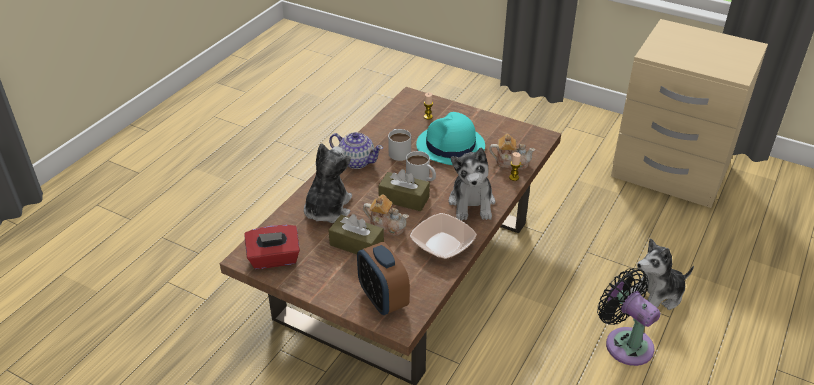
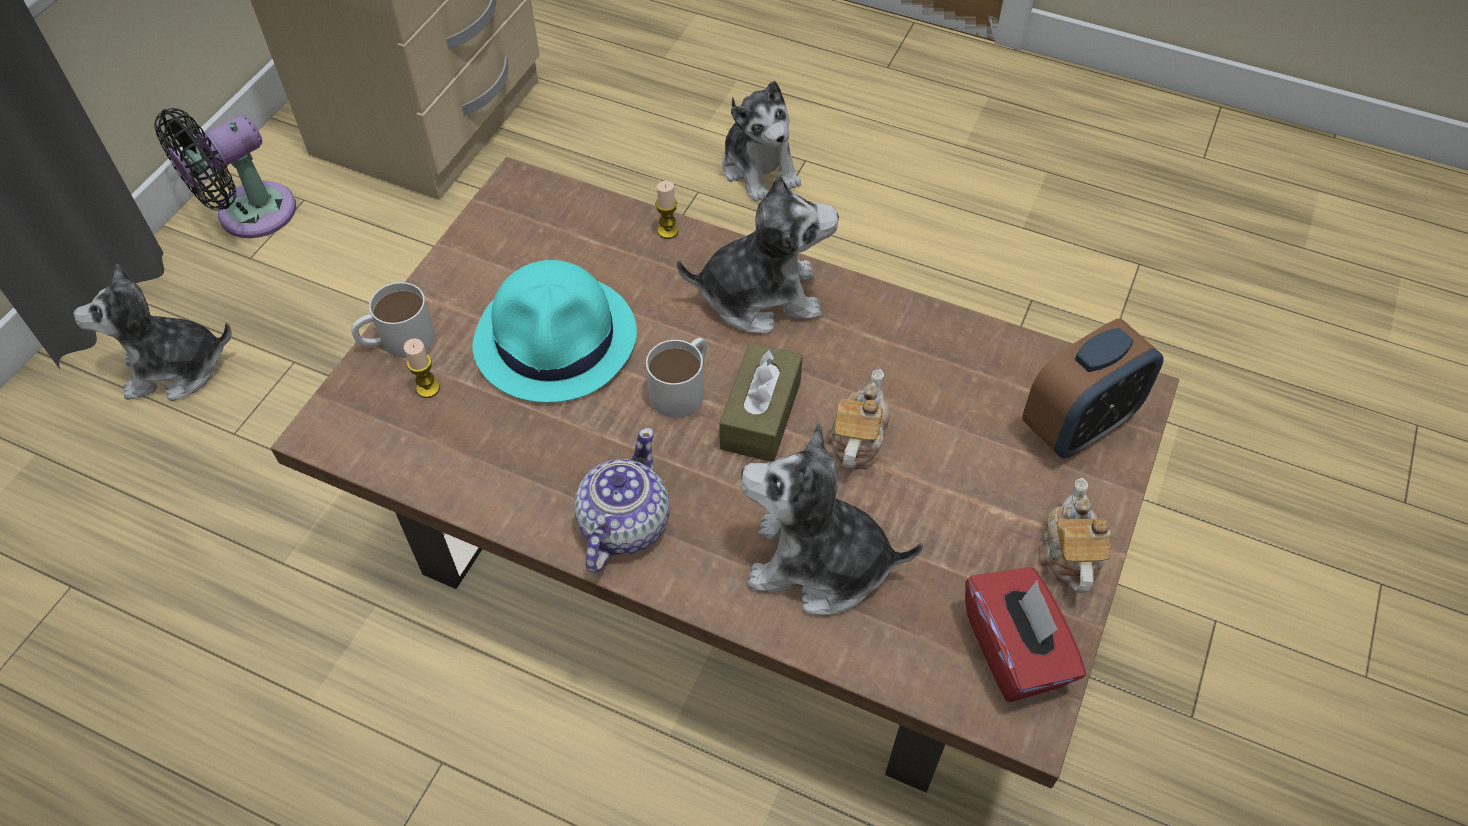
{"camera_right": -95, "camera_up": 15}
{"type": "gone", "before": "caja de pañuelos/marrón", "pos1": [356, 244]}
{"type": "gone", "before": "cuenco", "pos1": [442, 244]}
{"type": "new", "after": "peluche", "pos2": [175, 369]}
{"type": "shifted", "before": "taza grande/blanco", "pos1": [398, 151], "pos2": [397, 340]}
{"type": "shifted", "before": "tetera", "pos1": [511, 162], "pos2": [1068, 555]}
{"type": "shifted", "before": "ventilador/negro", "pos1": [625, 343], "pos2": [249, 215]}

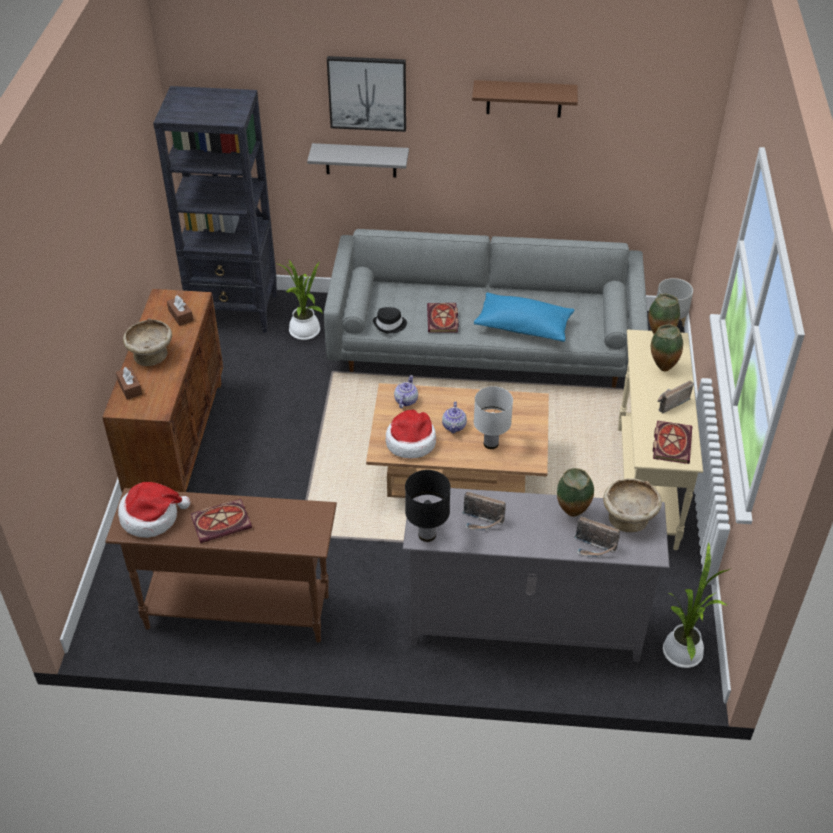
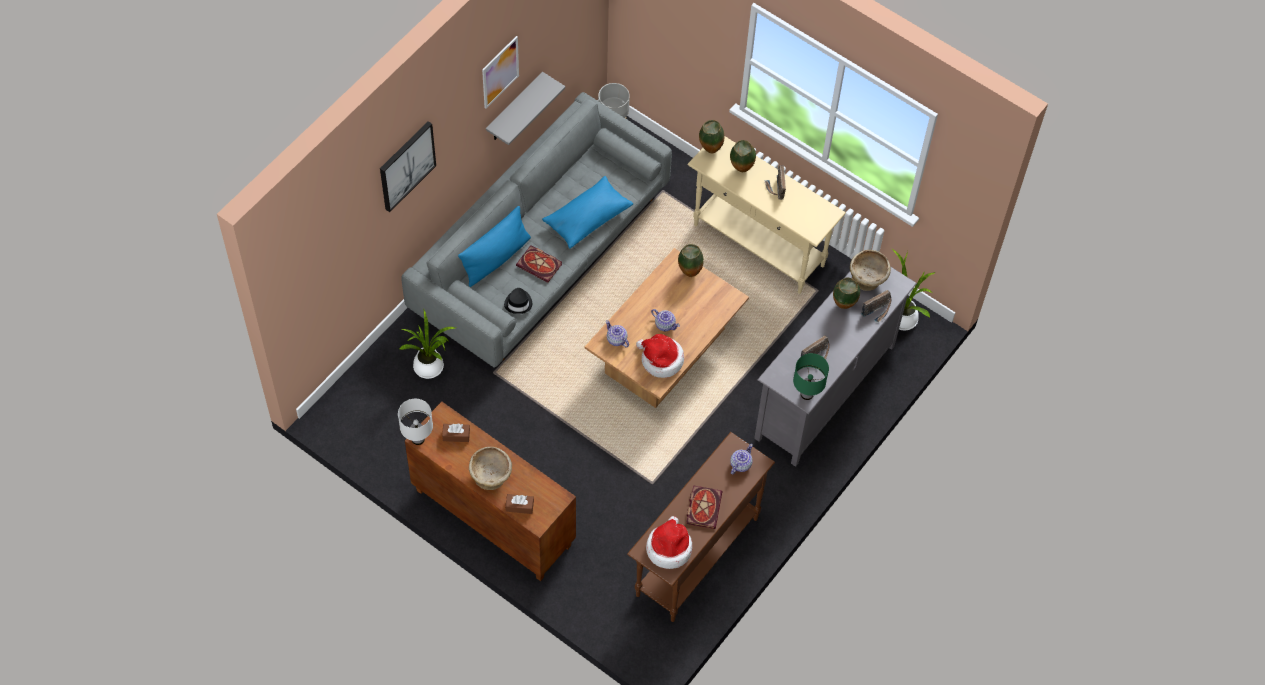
{"camera_right": -60, "camera_up": 15}
{"type": "gone", "before": "estantería/negro", "pos1": [235, 311]}
{"type": "gone", "before": "libro", "pos1": [671, 443]}
{"type": "new", "after": "cojín/azul", "pos2": [496, 258]}
{"type": "new", "after": "florero", "pos2": [689, 273]}
{"type": "new", "after": "tetera", "pos2": [740, 464]}
{"type": "shifted", "before": "estante/gris", "pos1": [360, 160], "pos2": [514, 109]}
{"type": "shifted", "before": "lámpara de mesa/blanco", "pos1": [491, 444], "pos2": [418, 439]}
{"type": "swapped", "before": "estante/marrón", "after": "cuadro", "pos1": [524, 98], "pos2": [500, 72]}
{"type": "repainted", "before": "lámpara de mesa/negro", "after": "lámpara de mesa/verde", "pos1": [427, 534], "pos2": [806, 393]}

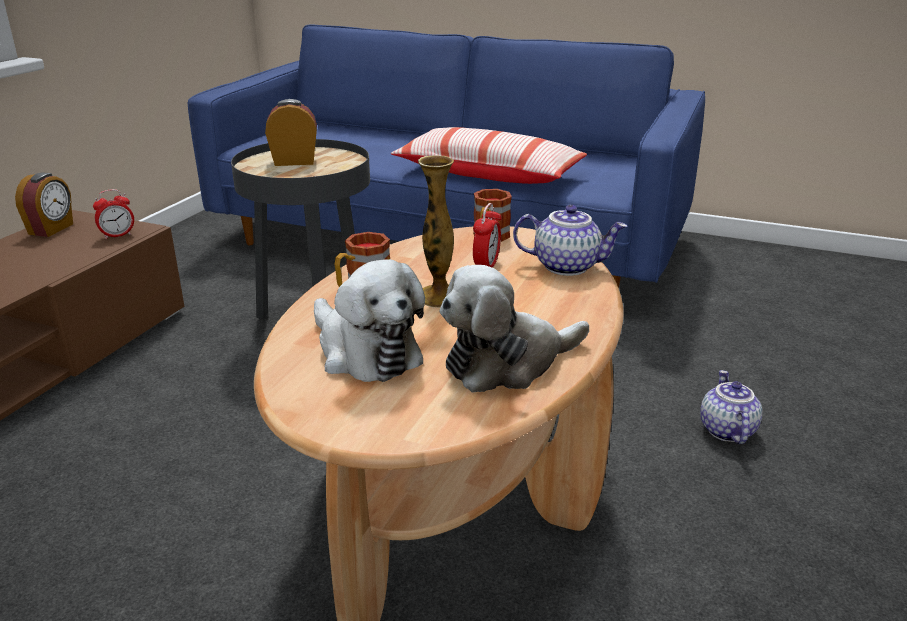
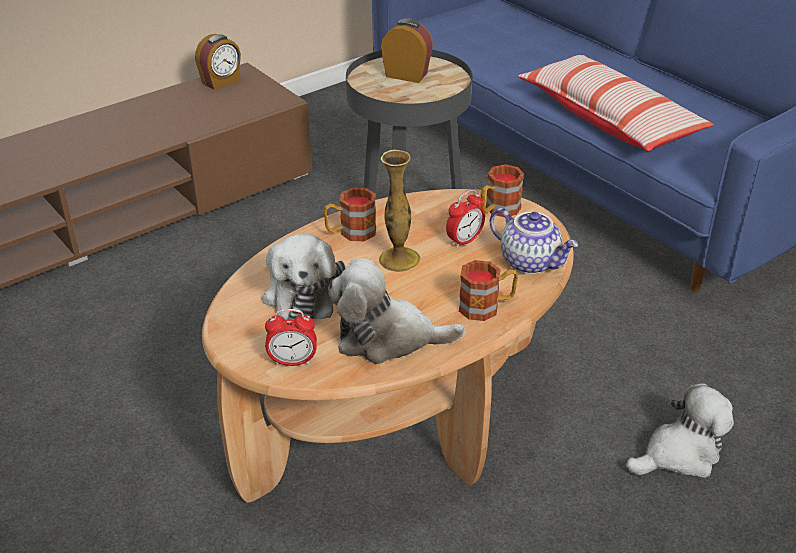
{"camera_right": 30, "camera_up": 10}
{"type": "new", "after": "taza grande", "pos2": [487, 307]}
{"type": "shifted", "before": "despertador", "pos1": [118, 235], "pos2": [292, 361]}
{"type": "swapped", "before": "tetera", "after": "peluche", "pos1": [725, 430], "pos2": [679, 454]}

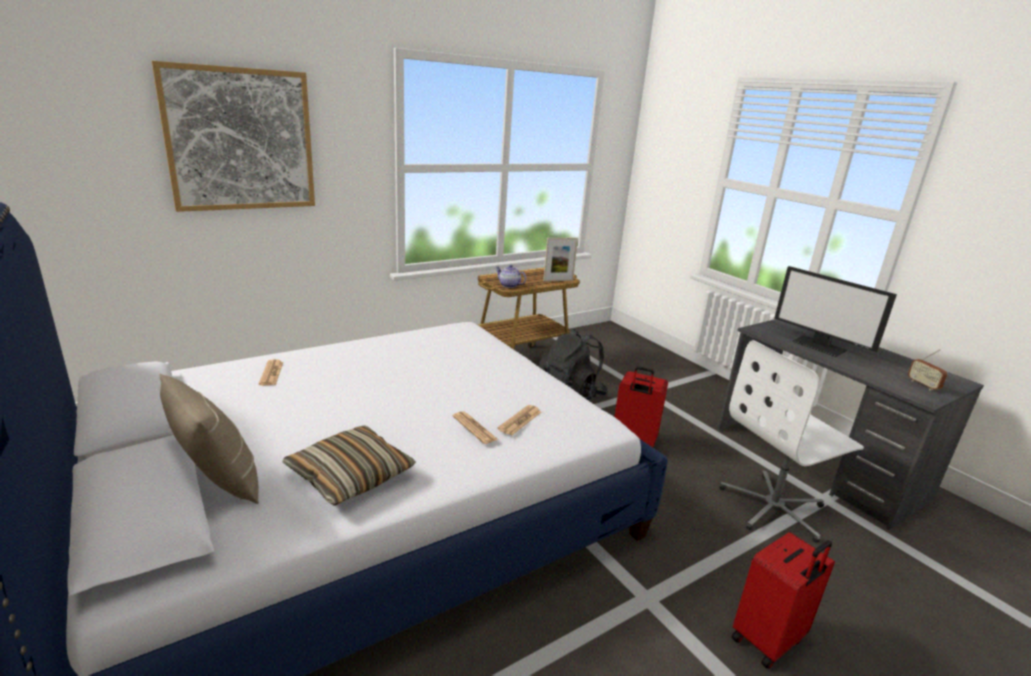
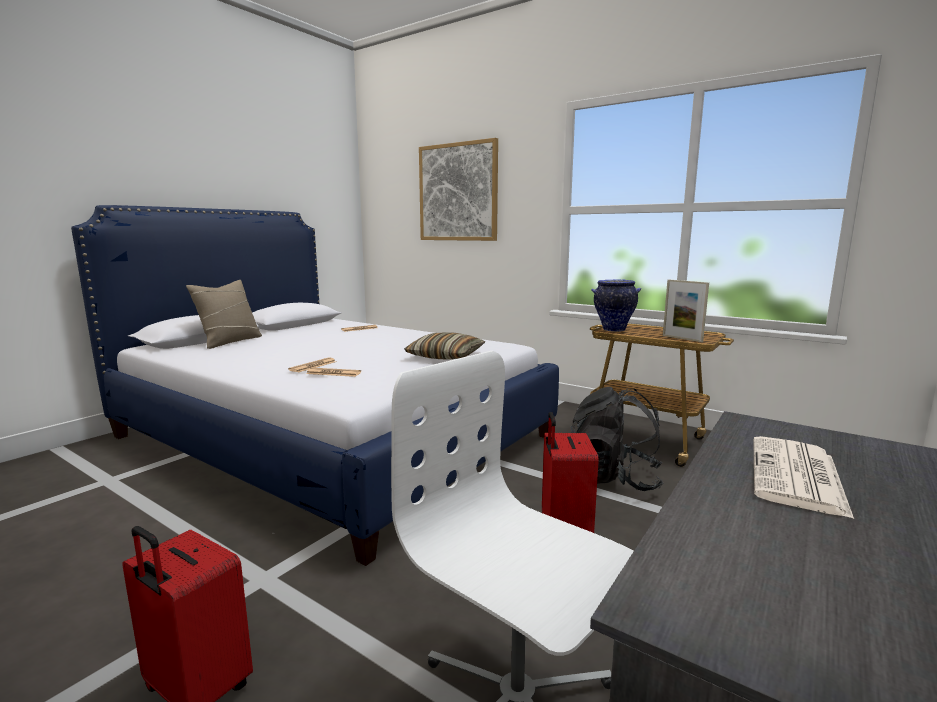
{"camera_right": 70, "camera_up": -10}
{"type": "gone", "before": "radio", "pos1": [923, 385]}
{"type": "shifted", "before": "cojín", "pos1": [350, 475], "pos2": [445, 356]}
{"type": "swapped", "before": "tetera", "after": "florero", "pos1": [509, 285], "pos2": [613, 330]}
{"type": "swapped", "before": "monitor", "after": "periódico", "pos1": [820, 346], "pos2": [797, 476]}

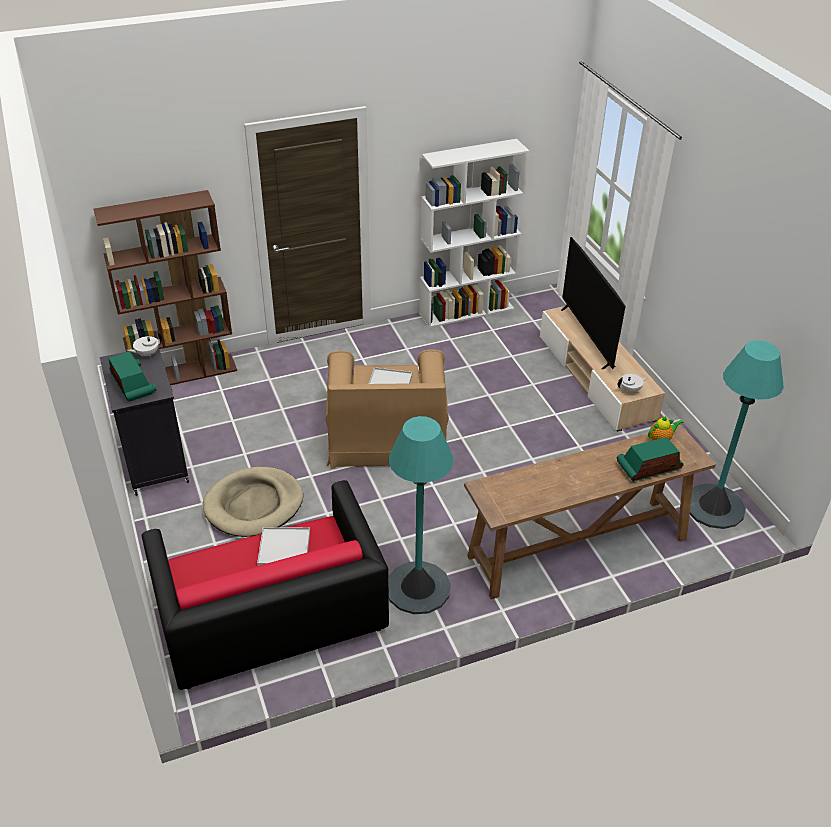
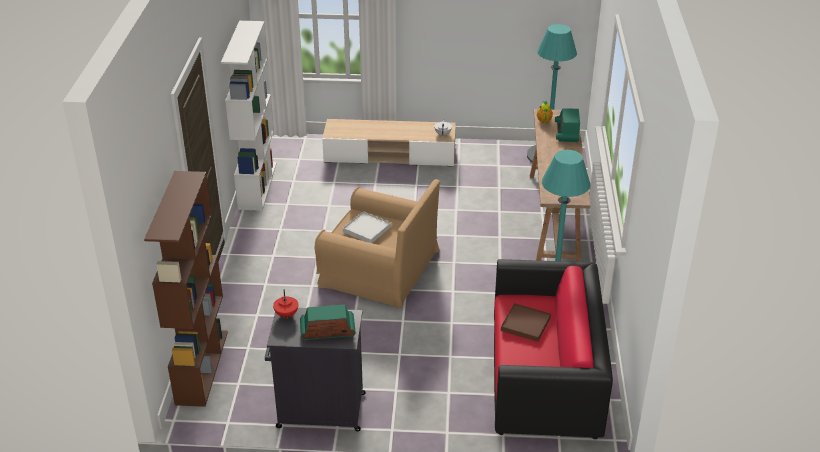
{"camera_right": -65, "camera_up": -5}
{"type": "gone", "before": "cama para perro/beis", "pos1": [254, 505]}
{"type": "gone", "before": "televisor", "pos1": [587, 337]}
{"type": "repainted", "before": "tetera/blanco", "after": "tetera/rojo", "pos1": [147, 354], "pos2": [286, 315]}
{"type": "repainted", "before": "bandeja/blanco", "after": "bandeja/marrón", "pos1": [284, 549], "pos2": [525, 324]}

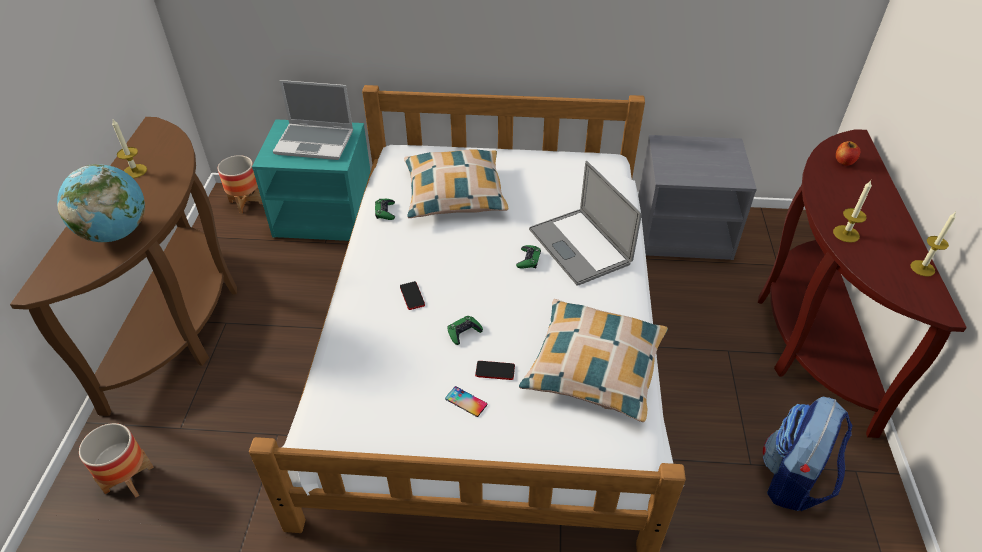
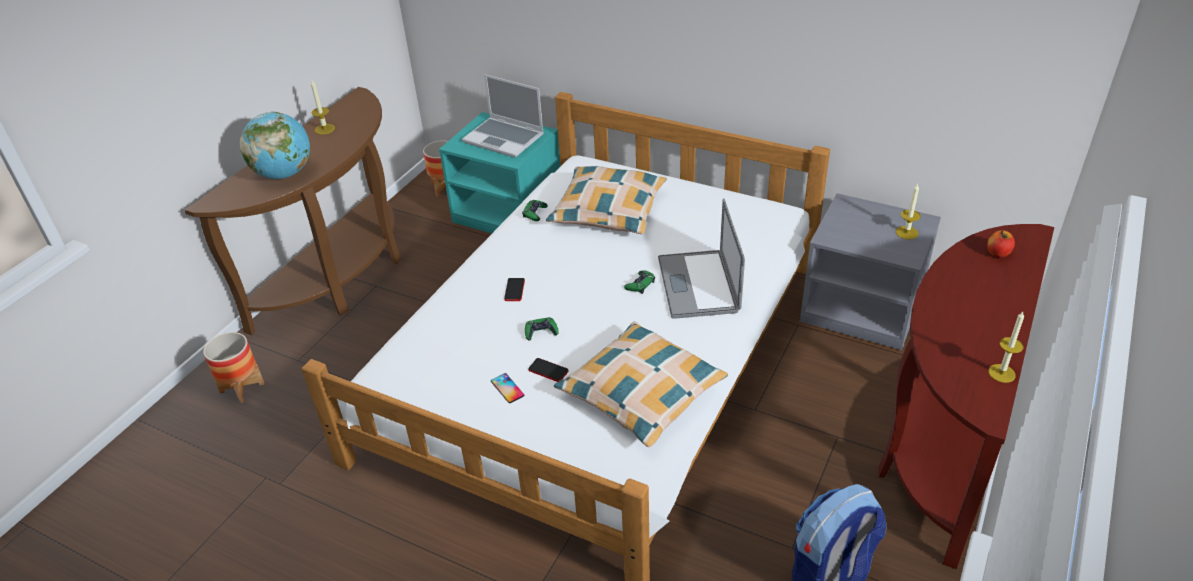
{"camera_right": 25, "camera_up": -5}
{"type": "shifted", "before": "vela", "pos1": [846, 234], "pos2": [906, 232]}

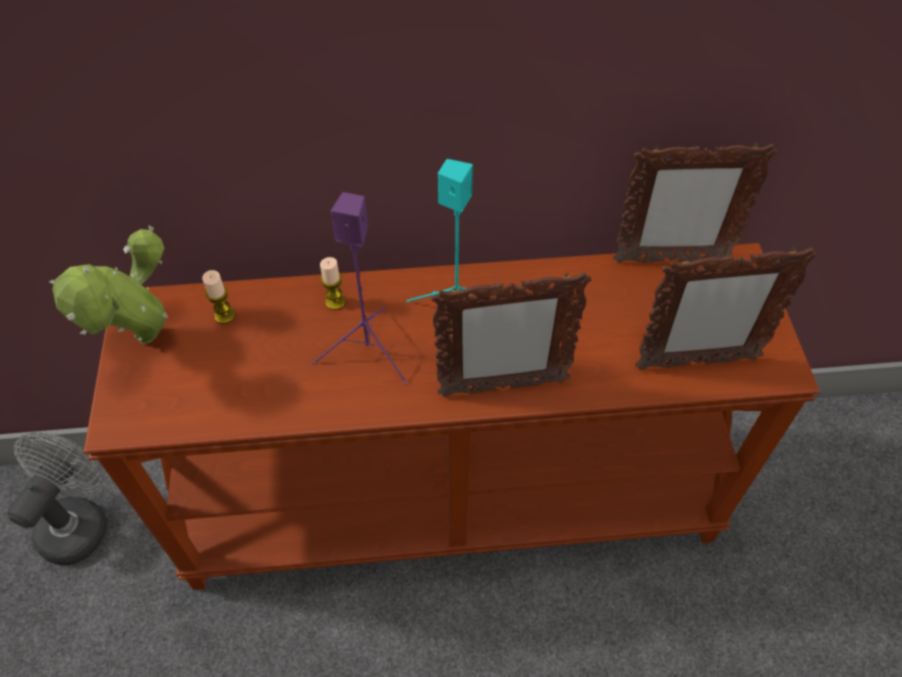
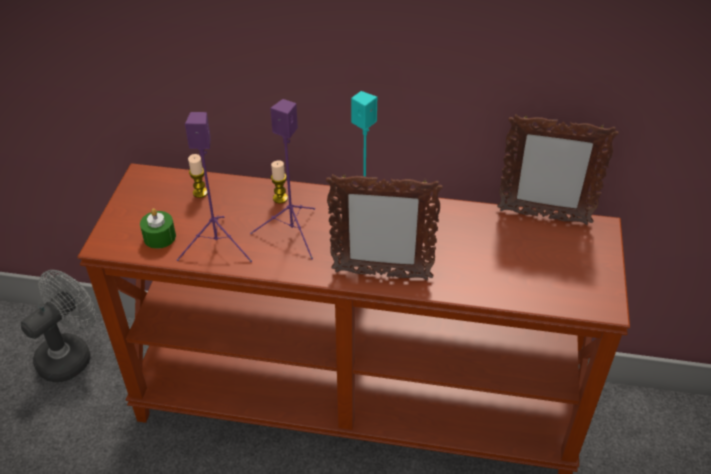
{"camera_right": 15, "camera_up": -10}
{"type": "gone", "before": "planta en maceta", "pos1": [144, 343]}
{"type": "gone", "before": "portarretratos", "pos1": [695, 362]}
{"type": "new", "after": "vela/verde", "pos2": [159, 237]}
{"type": "new", "after": "altavoz/morado", "pos2": [218, 245]}

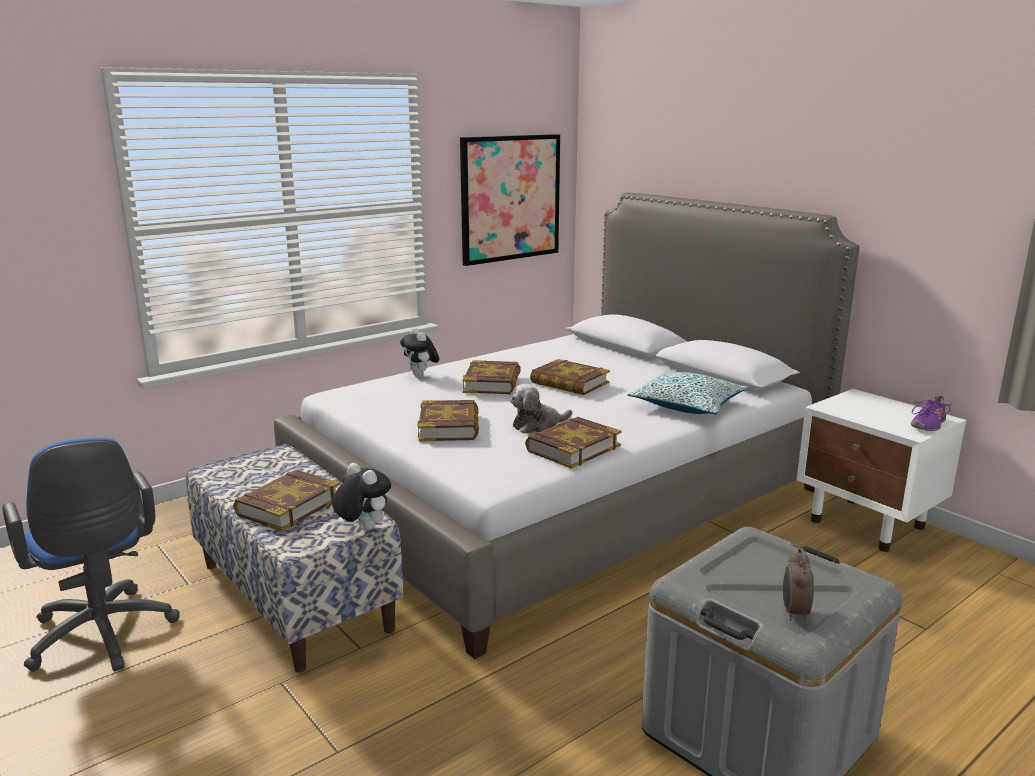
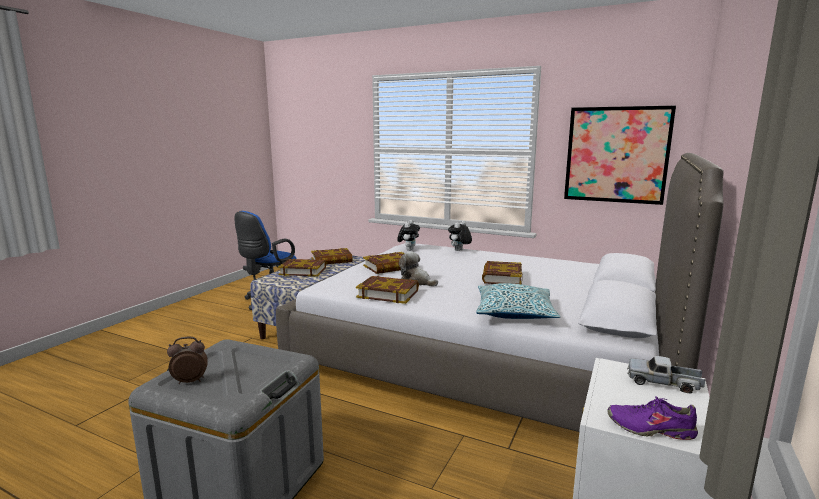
{"camera_right": 65, "camera_up": -5}
{"type": "new", "after": "camión de juguete", "pos2": [663, 382]}
{"type": "shifted", "before": "peluche", "pos1": [362, 528], "pos2": [408, 249]}
{"type": "shifted", "before": "libro", "pos1": [492, 383], "pos2": [331, 260]}

